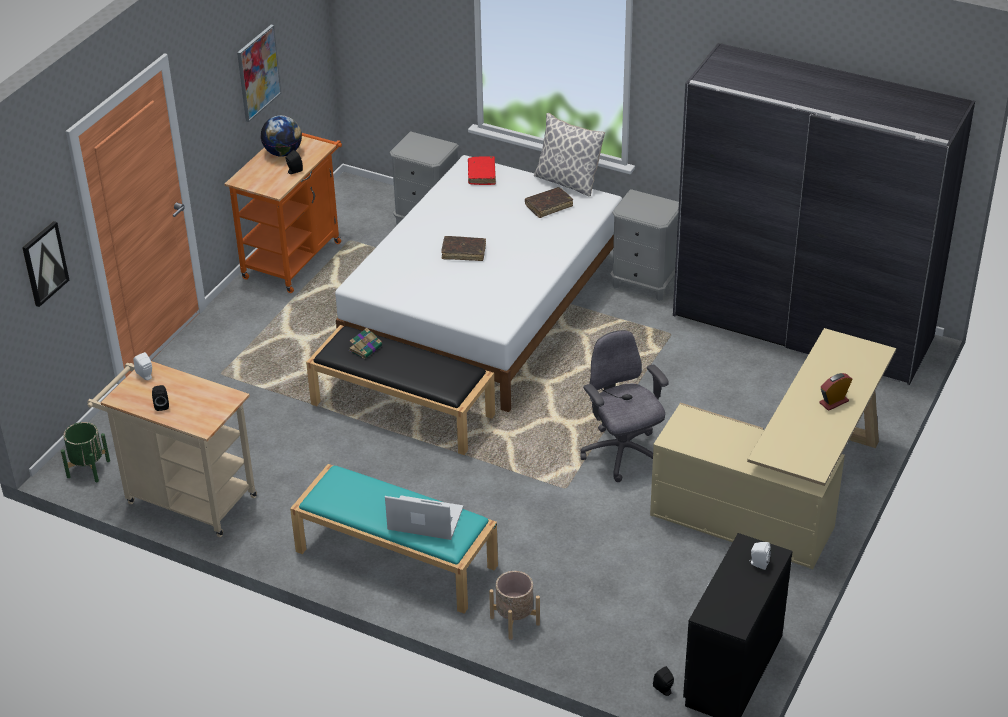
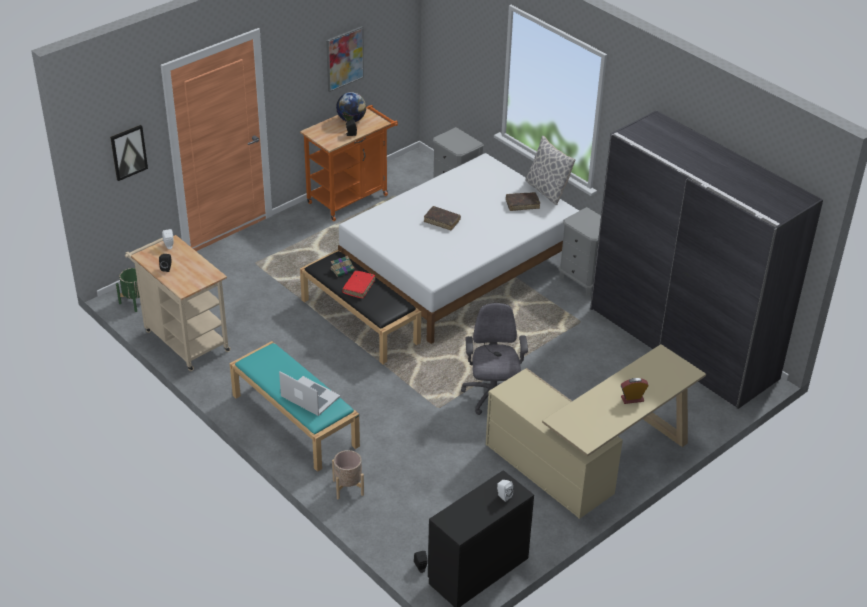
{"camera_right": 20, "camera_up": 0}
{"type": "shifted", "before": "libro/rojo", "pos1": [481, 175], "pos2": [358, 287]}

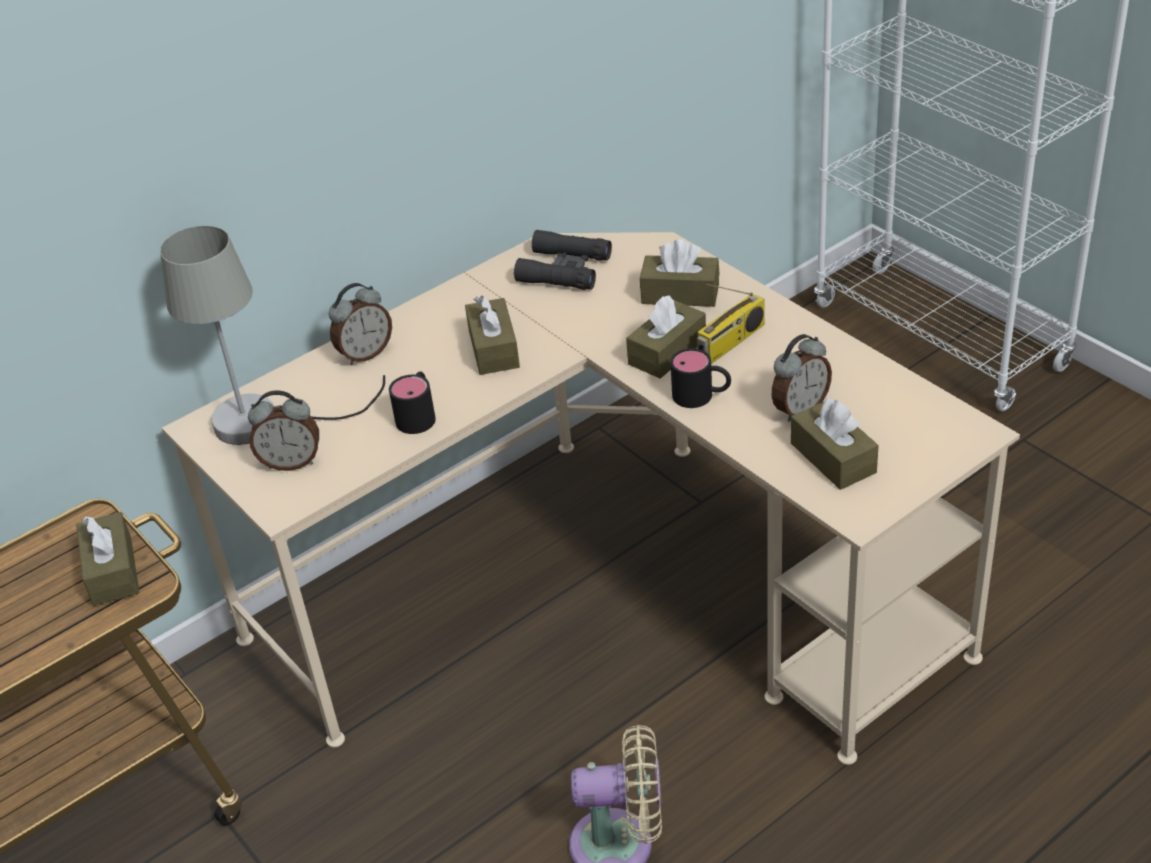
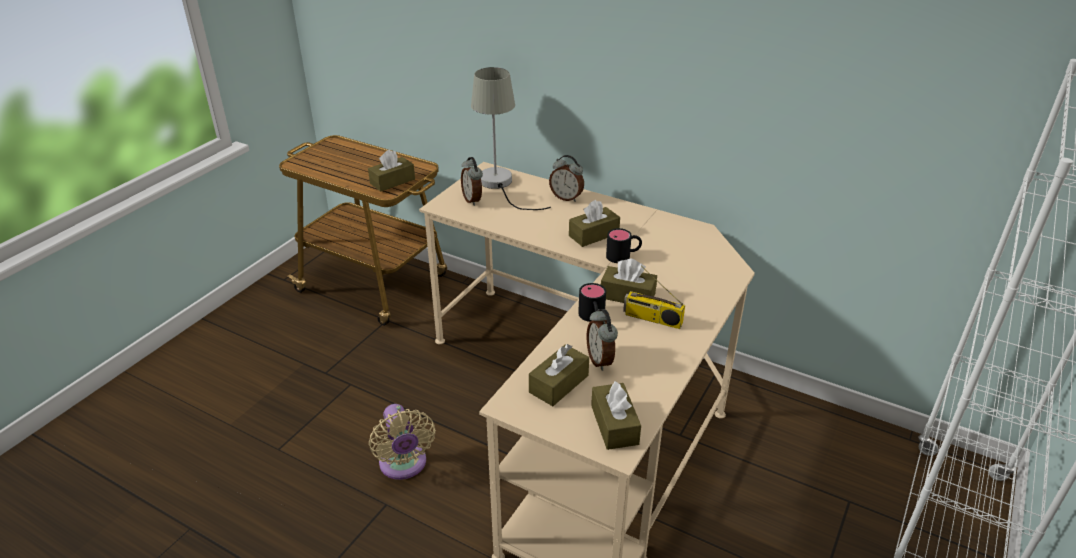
{"camera_right": 65, "camera_up": -5}
{"type": "gone", "before": "prismáticos/negro", "pos1": [564, 269]}
{"type": "shifted", "before": "taza grande/negro", "pos1": [418, 414], "pos2": [623, 256]}
{"type": "shifted", "before": "caja de pañuelos/marrón", "pos1": [680, 294], "pos2": [614, 425]}
{"type": "rotated", "before": "despertador", "pos1": [799, 409], "pos2": [601, 360], "turn": 45}

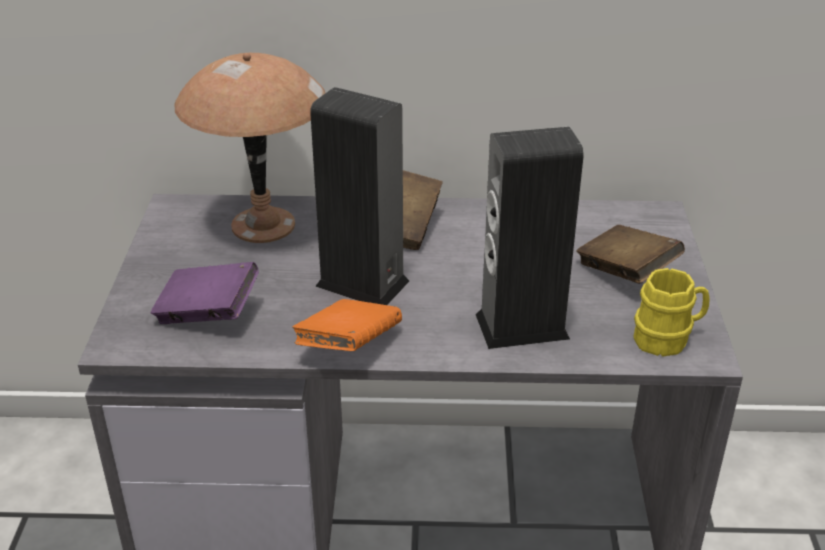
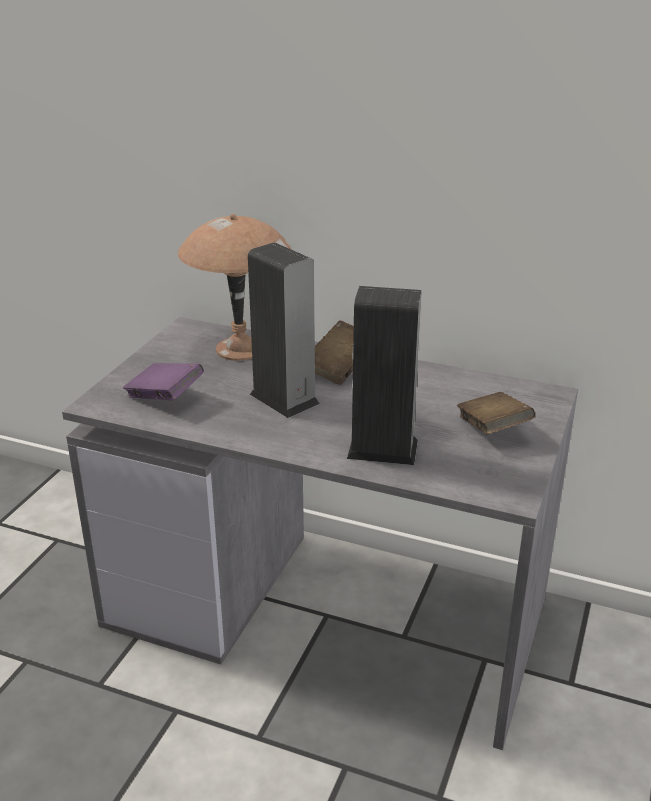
{"camera_right": 20, "camera_up": -5}
{"type": "gone", "before": "libro/naranja", "pos1": [349, 346]}
{"type": "gone", "before": "taza grande/amarillo", "pos1": [668, 338]}

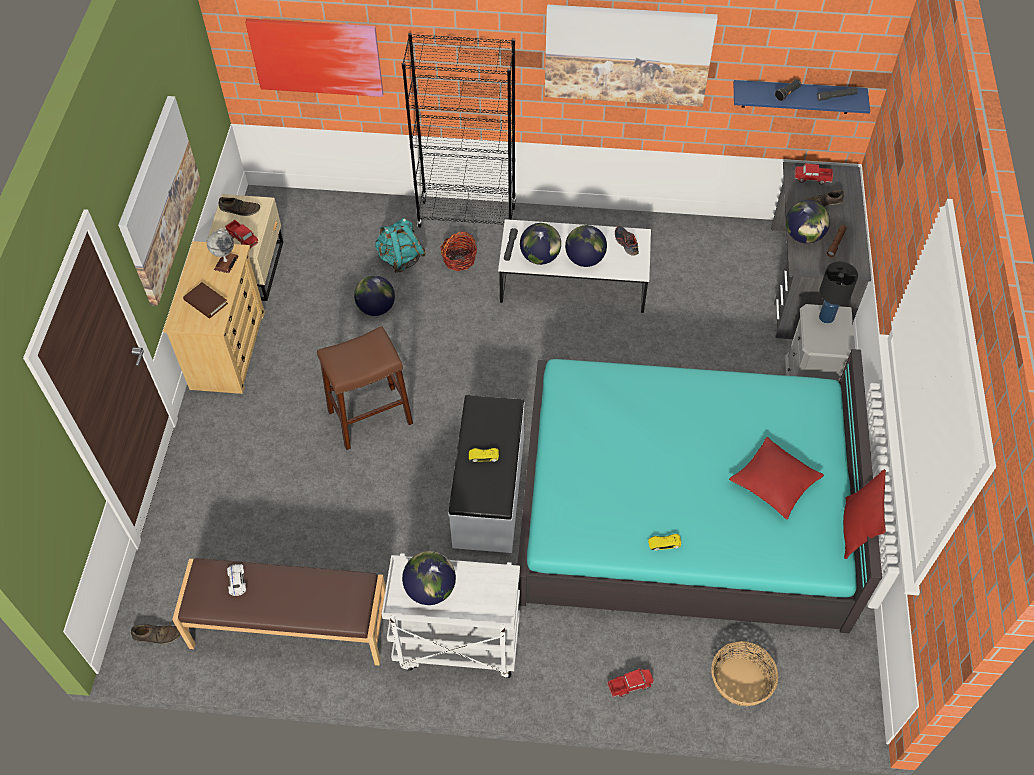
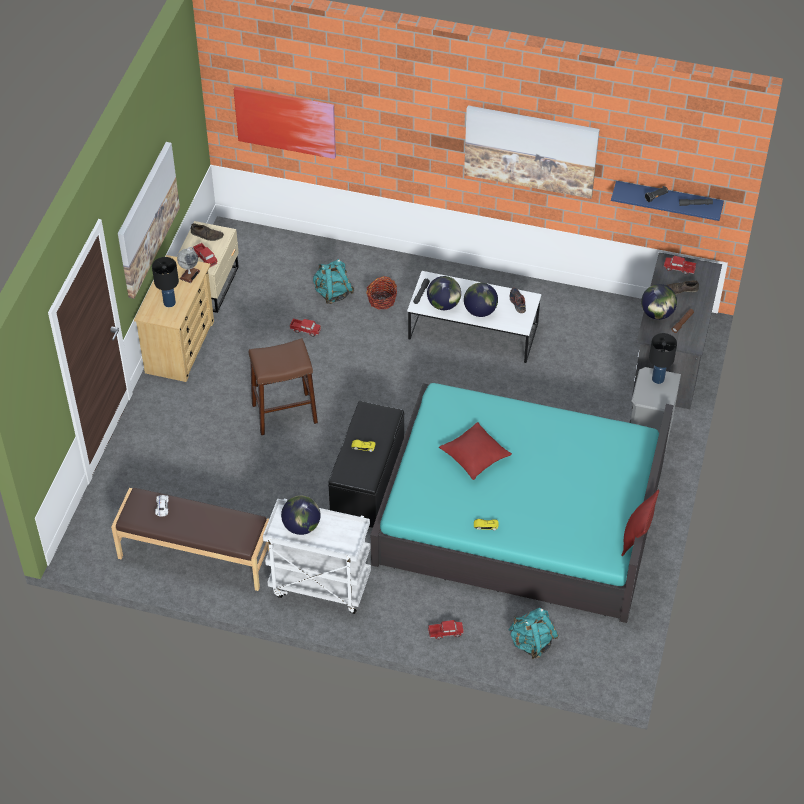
{"camera_right": 10, "camera_up": -5}
{"type": "gone", "before": "zapato/marrón", "pos1": [157, 635]}
{"type": "gone", "before": "estantería/negro", "pos1": [467, 217]}
{"type": "shifted", "before": "cojín/rojo", "pos1": [774, 482], "pos2": [475, 455]}
{"type": "swapped", "before": "libro/marrón", "after": "lámpara de mesa/negro", "pos1": [206, 302], "pos2": [169, 302]}
{"type": "swapped", "before": "globo terráqueo", "after": "camión de juguete", "pos1": [376, 308], "pos2": [305, 330]}
{"type": "swapped", "before": "cesta", "after": "mochila/turquesa", "pos1": [741, 681], "pos2": [532, 643]}
{"type": "repainted", "before": "banco/blanco", "after": "banco/negro", "pos1": [490, 491], "pos2": [368, 482]}

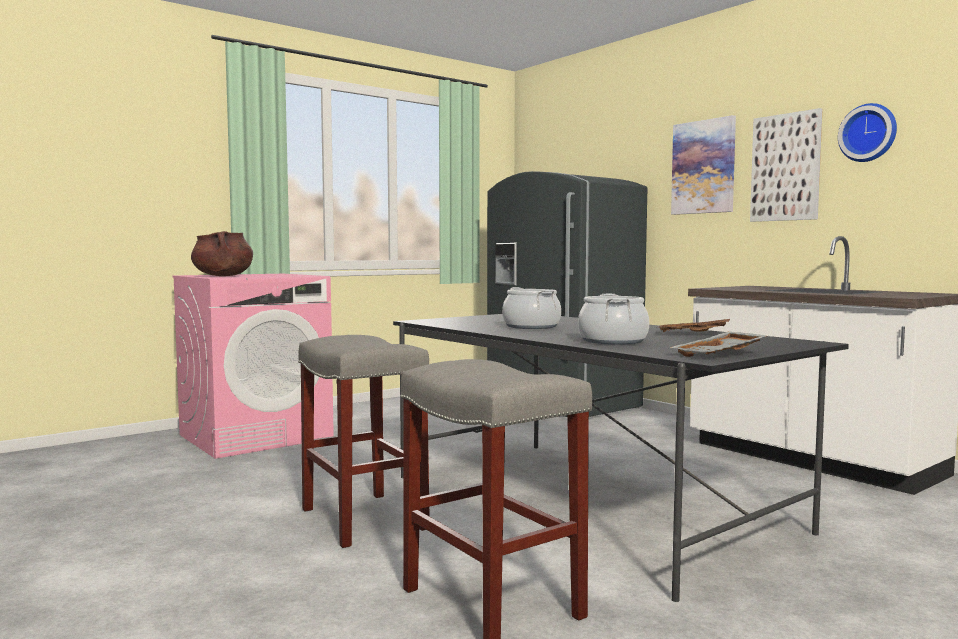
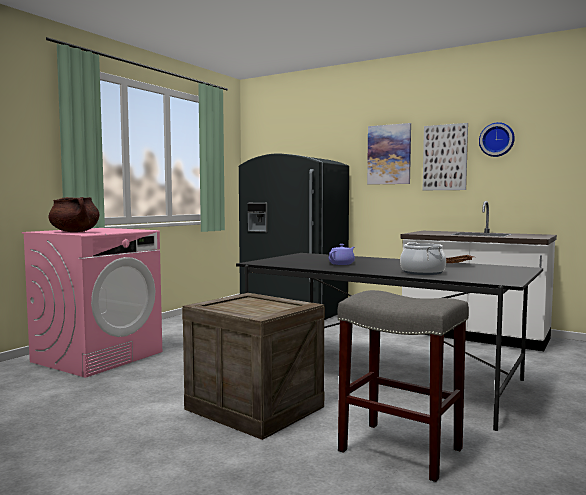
{"camera_right": -20, "camera_up": 0}
{"type": "gone", "before": "bandeja/gris", "pos1": [720, 355]}
{"type": "swapped", "before": "taburete/gris", "after": "caja de embalaje", "pos1": [362, 518], "pos2": [253, 408]}
{"type": "swapped", "before": "olla", "after": "tetera/morado", "pos1": [531, 326], "pos2": [342, 264]}

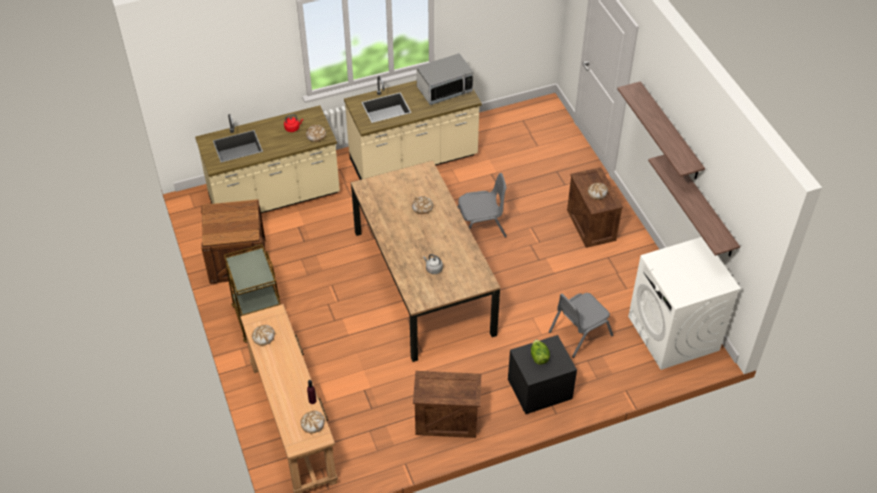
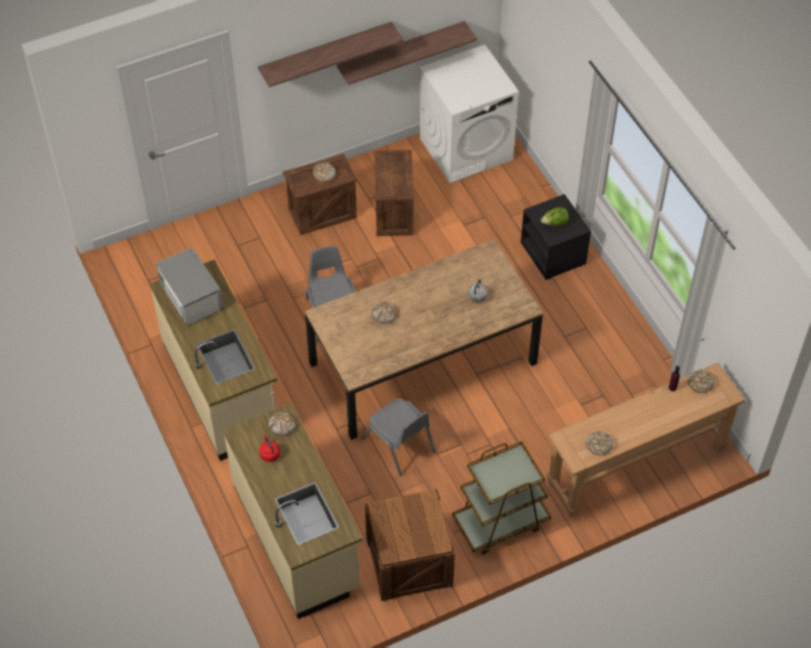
{"camera_right": -95, "camera_up": 5}
{"type": "shifted", "before": "caja de embalaje", "pos1": [446, 421], "pos2": [395, 213]}
{"type": "shifted", "before": "silla/gris", "pos1": [579, 333], "pos2": [399, 445]}

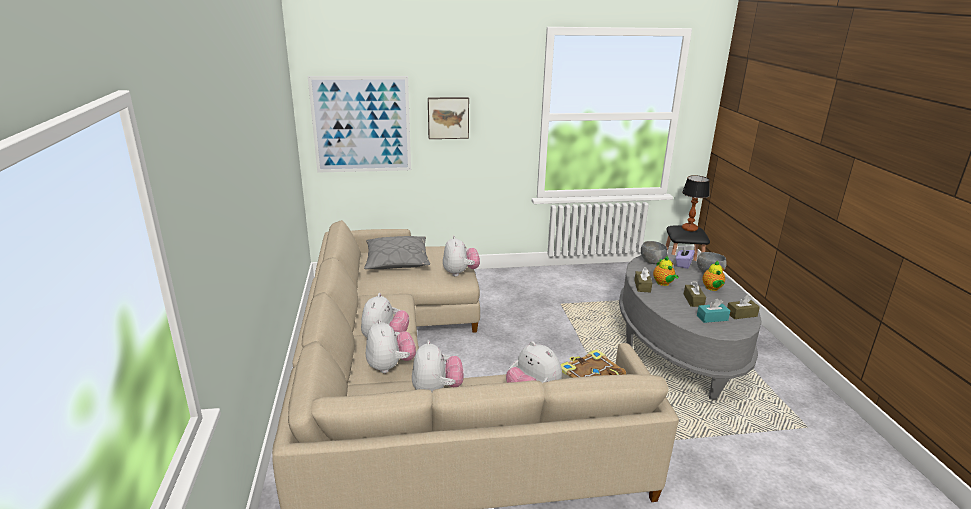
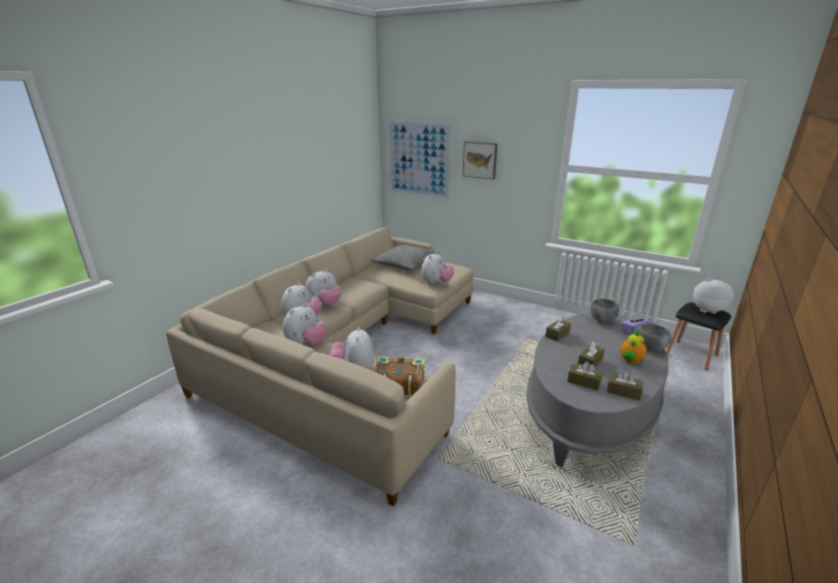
{"camera_right": 40, "camera_up": 0}
{"type": "gone", "before": "tetera", "pos1": [663, 283]}
{"type": "swapped", "before": "lámpara de mesa", "after": "peluche", "pos1": [689, 229], "pos2": [706, 309]}
{"type": "repainted", "before": "caja de pañuelos/turquesa", "after": "caja de pañuelos/marrón", "pos1": [712, 318], "pos2": [583, 382]}

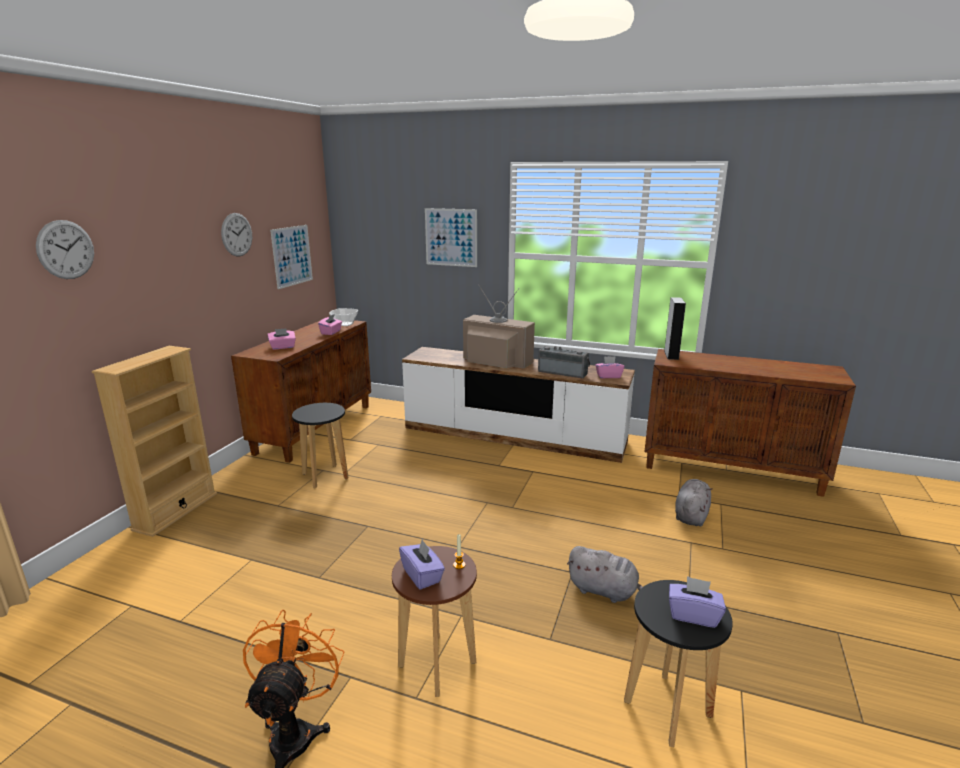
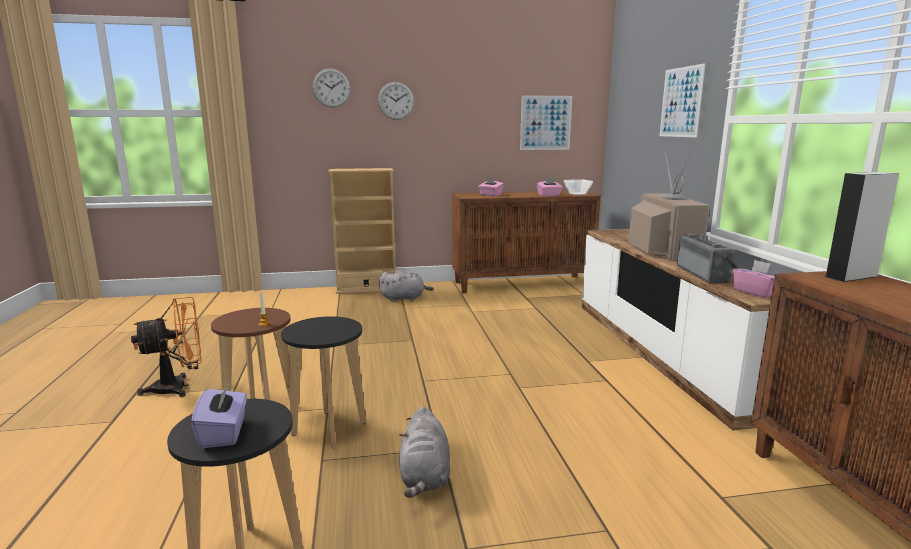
{"camera_right": 60, "camera_up": -5}
{"type": "gone", "before": "caja de pañuelos/morado", "pos1": [422, 575]}
{"type": "shifted", "before": "reloj de pared", "pos1": [237, 234], "pos2": [396, 101]}
{"type": "shifted", "before": "taburete/negro", "pos1": [325, 476], "pos2": [329, 429]}
{"type": "shifted", "before": "peluche/gris", "pos1": [691, 515], "pos2": [404, 298]}

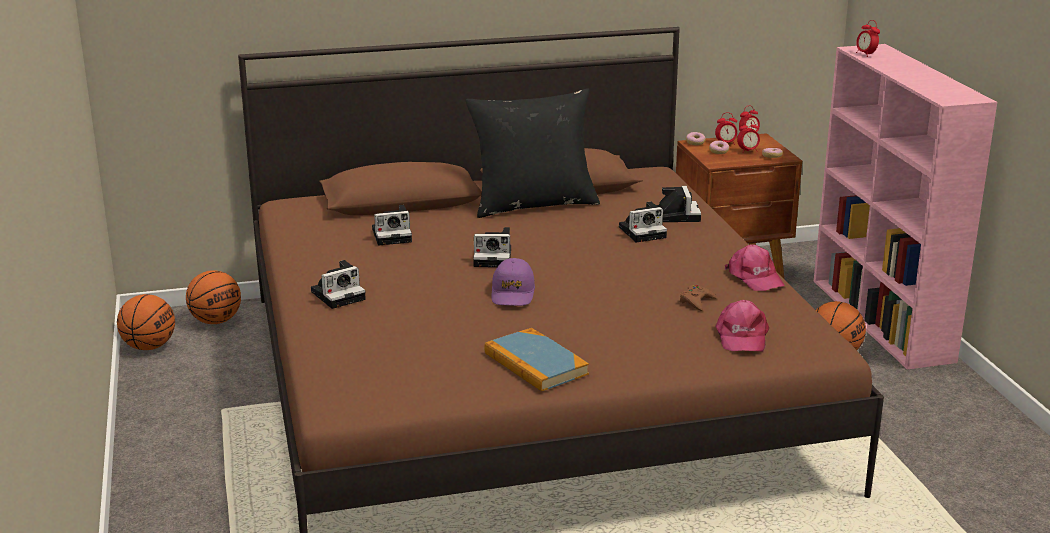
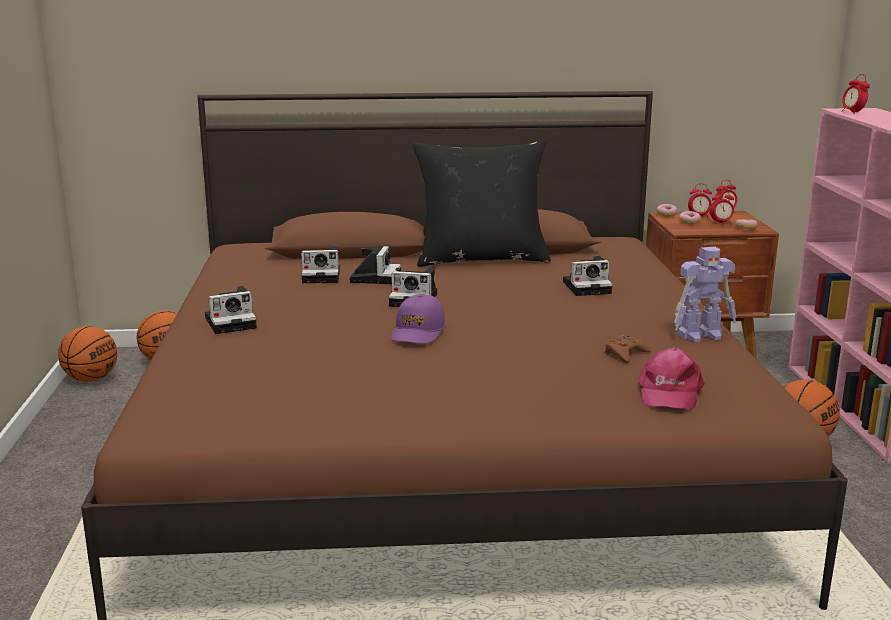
{"camera_right": 10, "camera_up": -5}
{"type": "gone", "before": "libro", "pos1": [535, 364]}
{"type": "shifted", "before": "cámara", "pos1": [676, 215], "pos2": [375, 277]}
{"type": "swapped", "before": "gorra/rosa", "after": "robot de juguete", "pos1": [754, 277], "pos2": [701, 335]}

